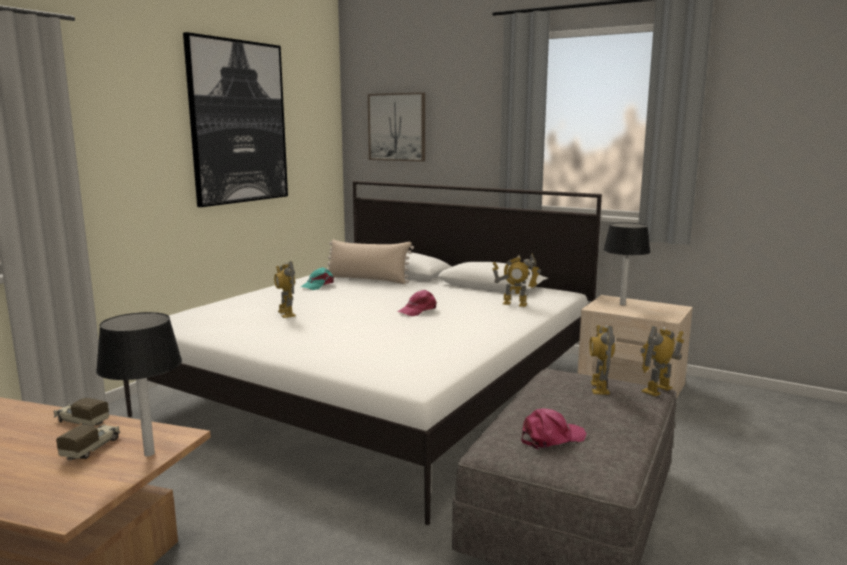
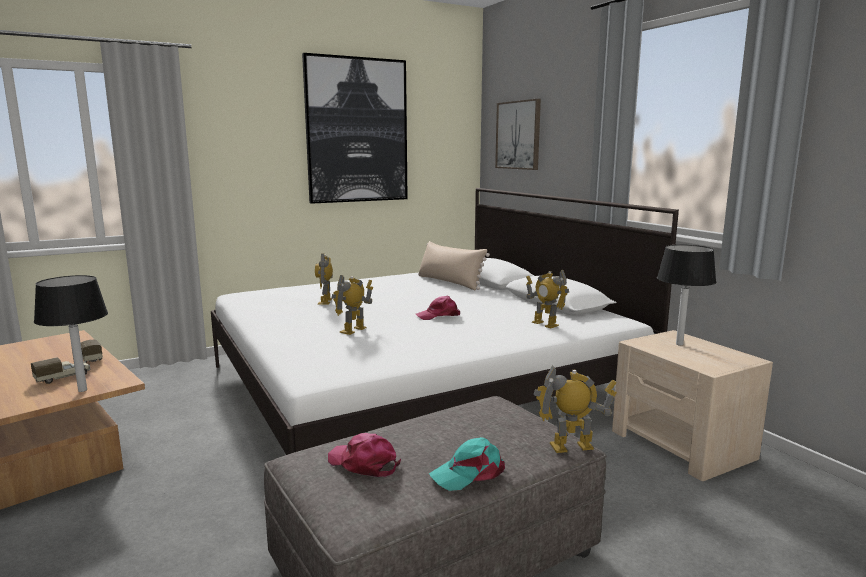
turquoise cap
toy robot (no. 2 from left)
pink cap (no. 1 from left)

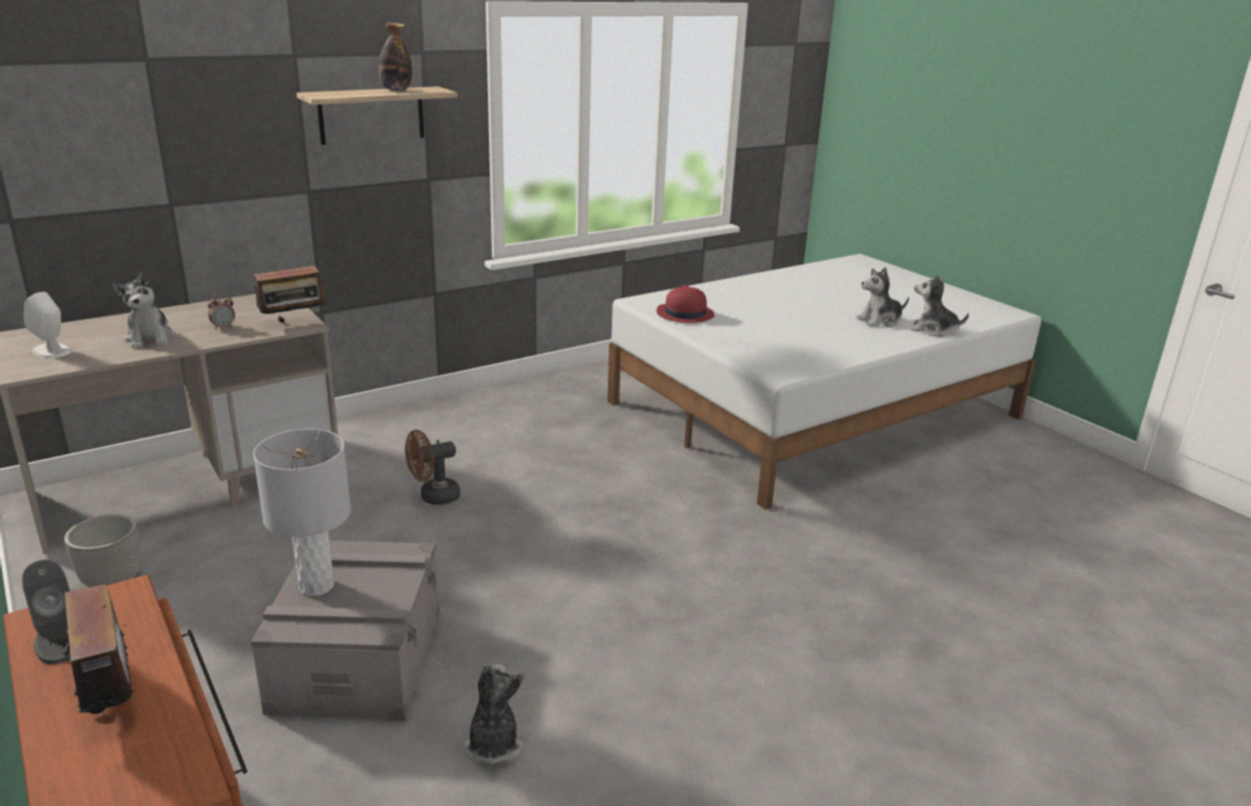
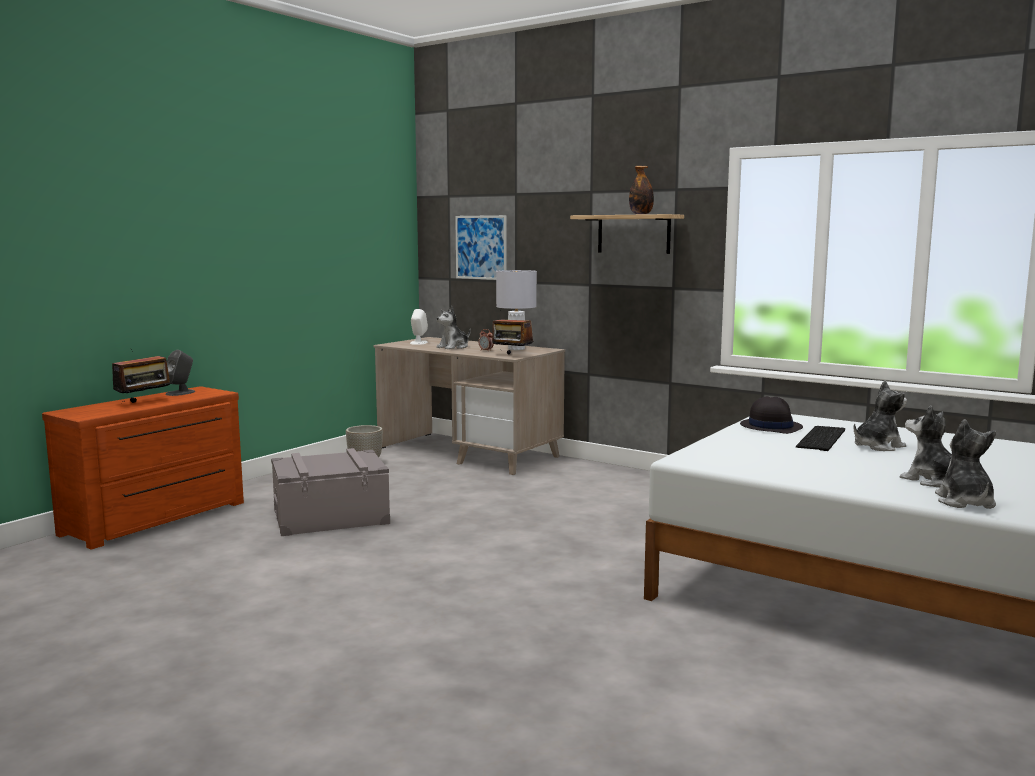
brown fan
picture
keyboard
grey table lamp
plush toy (no. 2 from left)
black hat

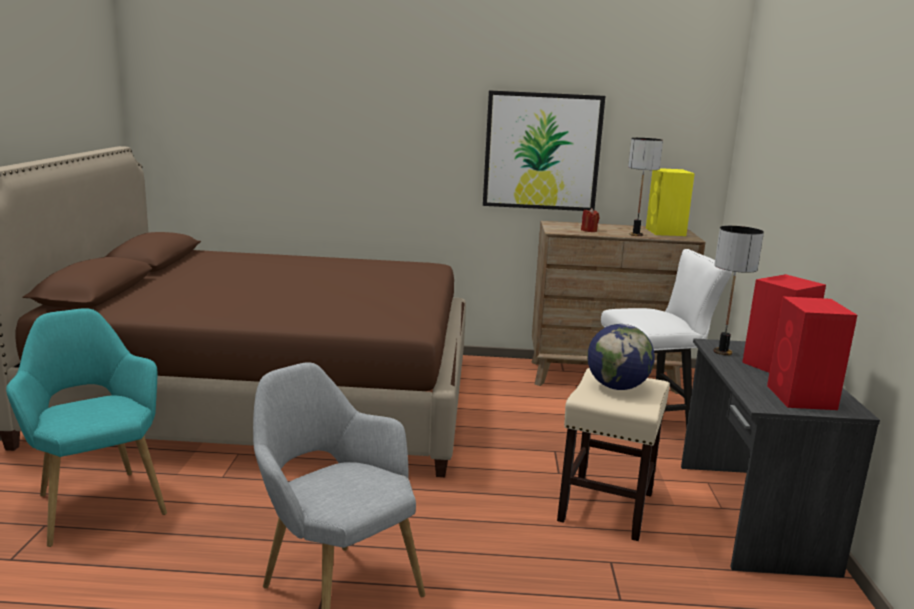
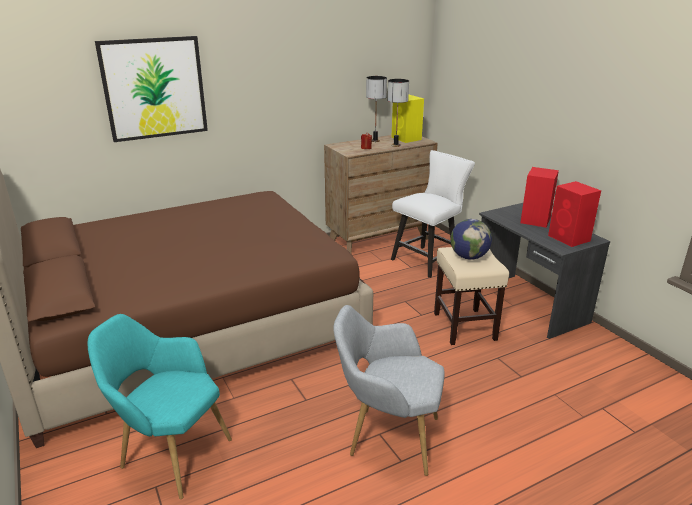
picture
table lamp (no. 1 from left)

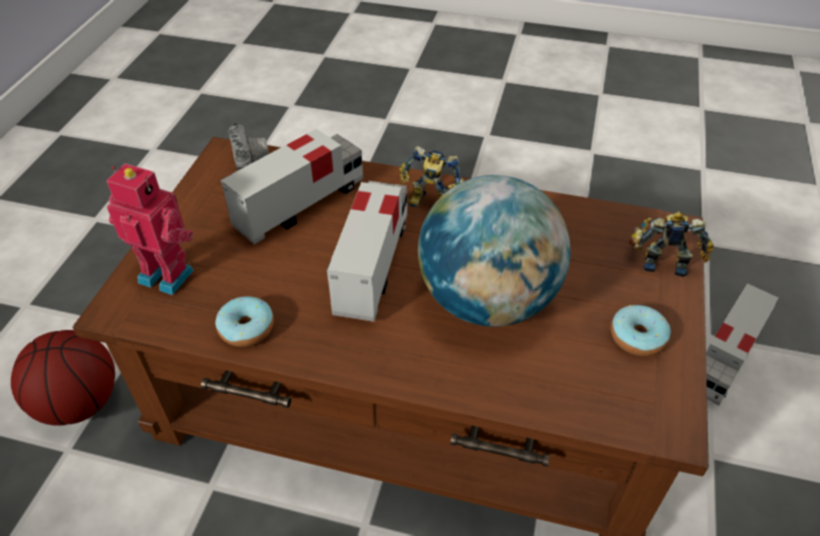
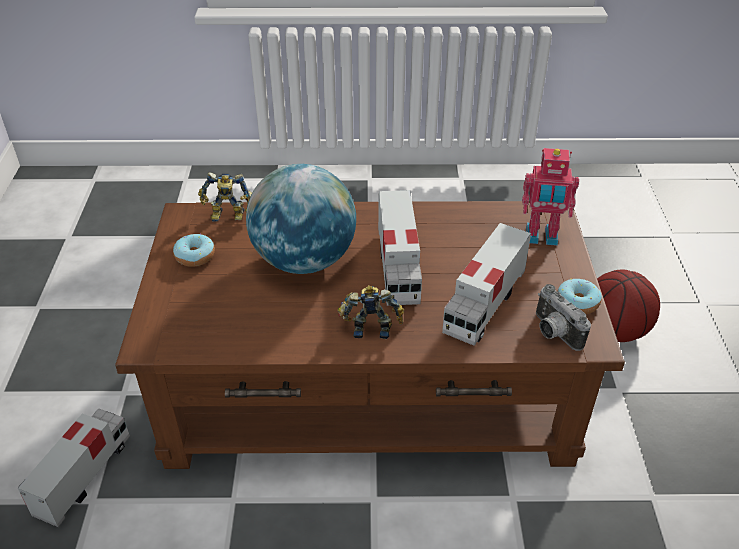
donut (no. 2 from left)
toy robot (no. 1 from left)

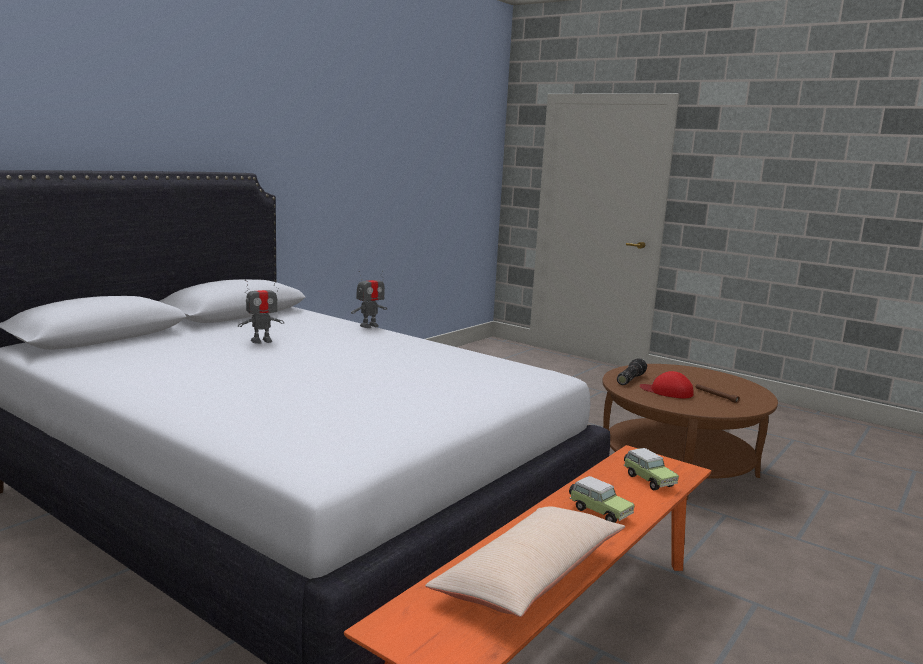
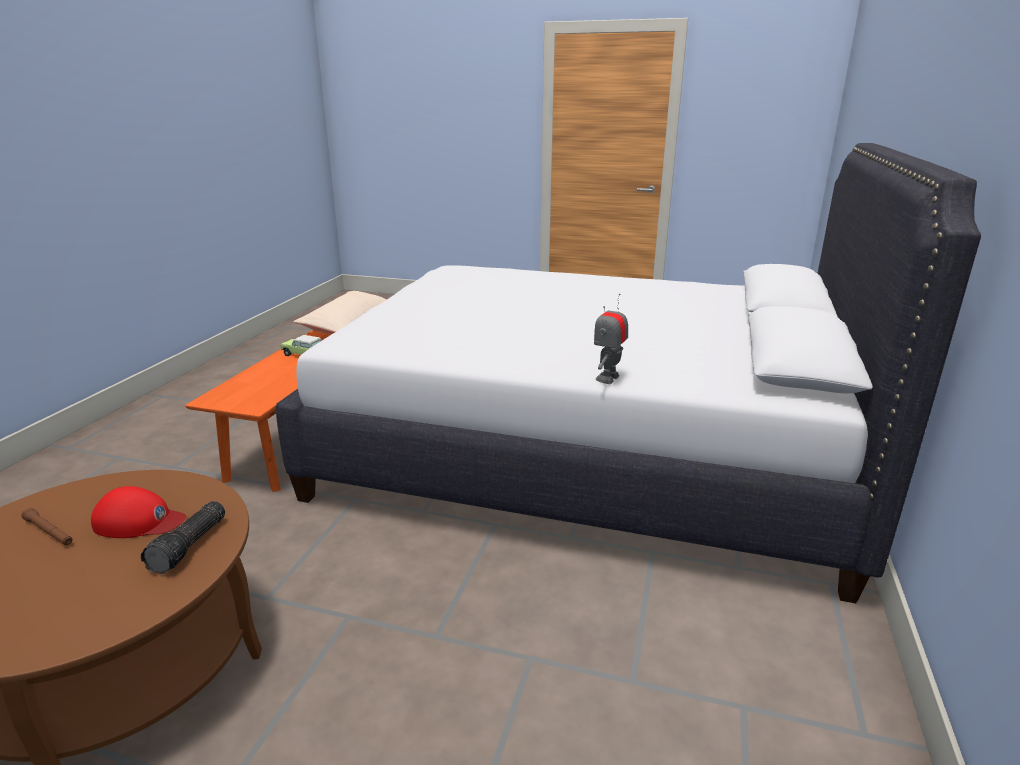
toy robot (no. 1 from left in the first image)
toy car (no. 2 from left in the first image)

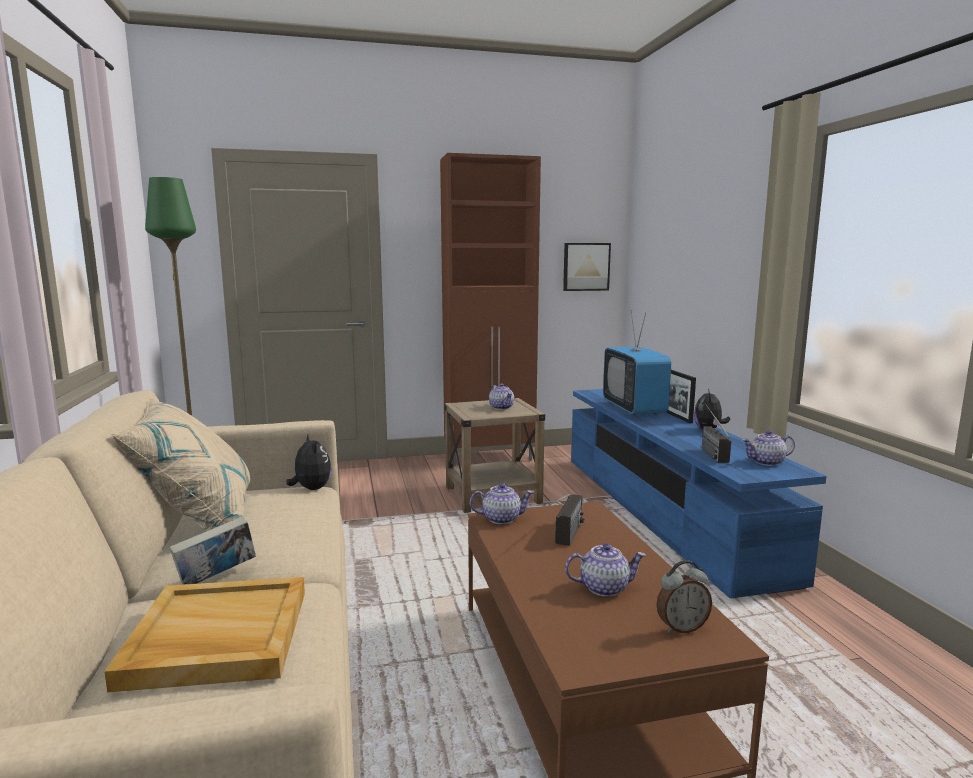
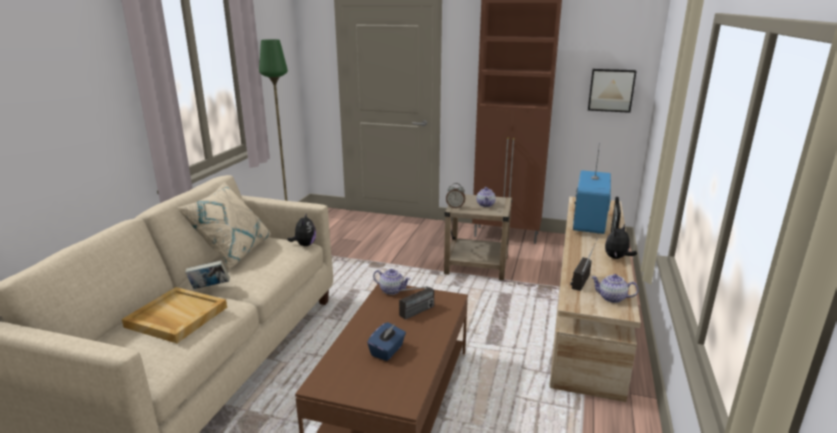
alarm clock
blue tissue box
beige tv stand

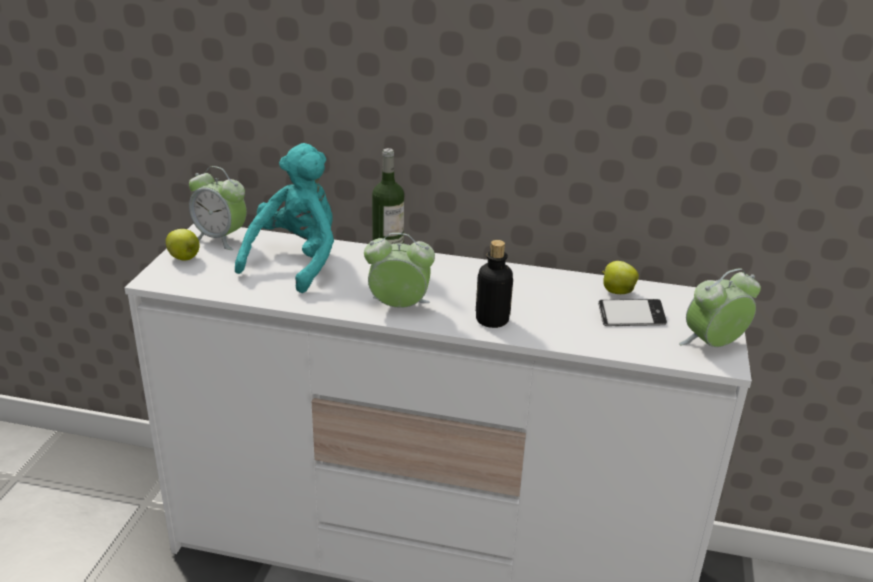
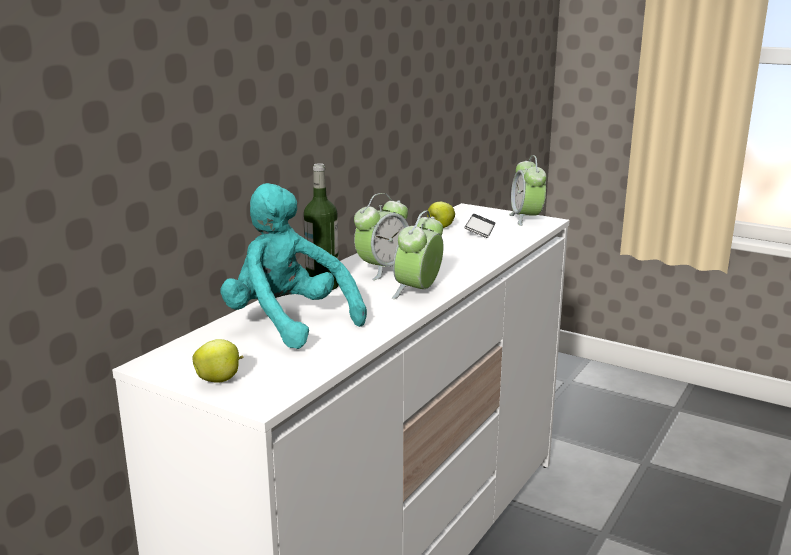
bottle (no. 2 from left in the first image)
alarm clock (no. 1 from left)

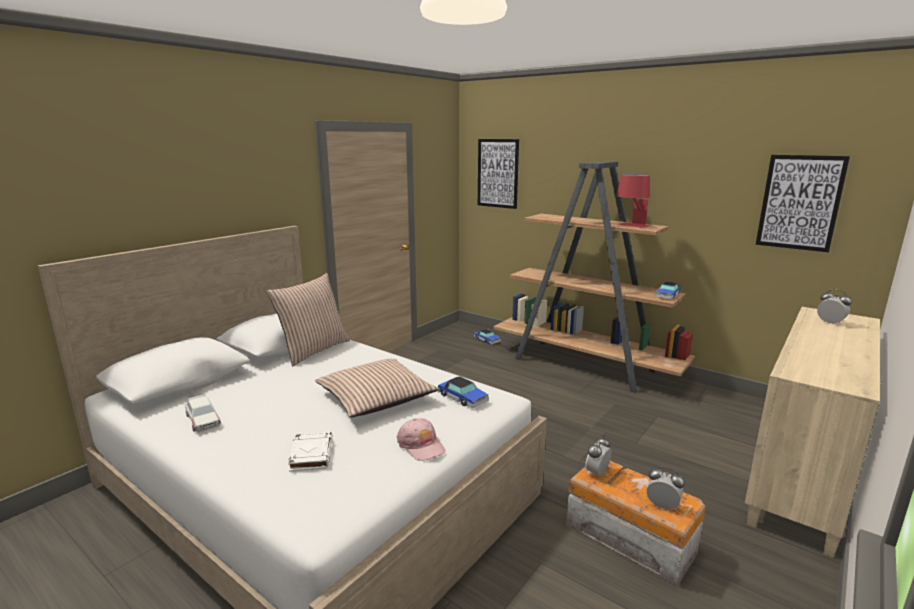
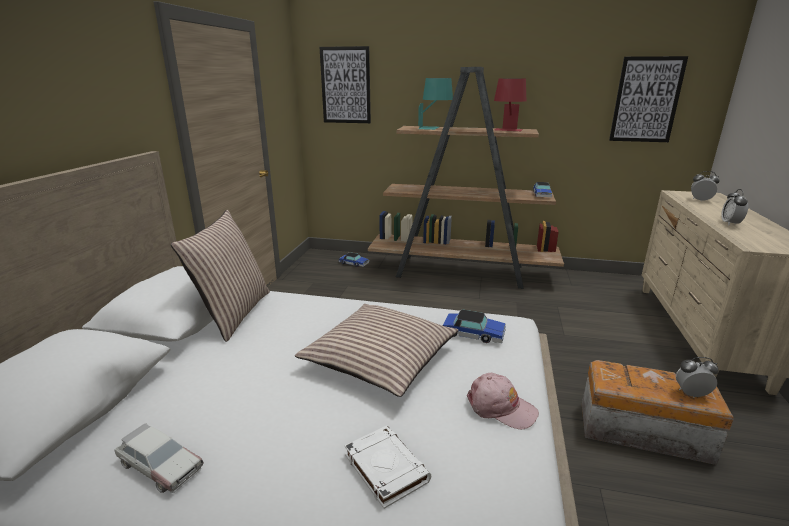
turquoise table lamp
alarm clock (no. 3 from left)

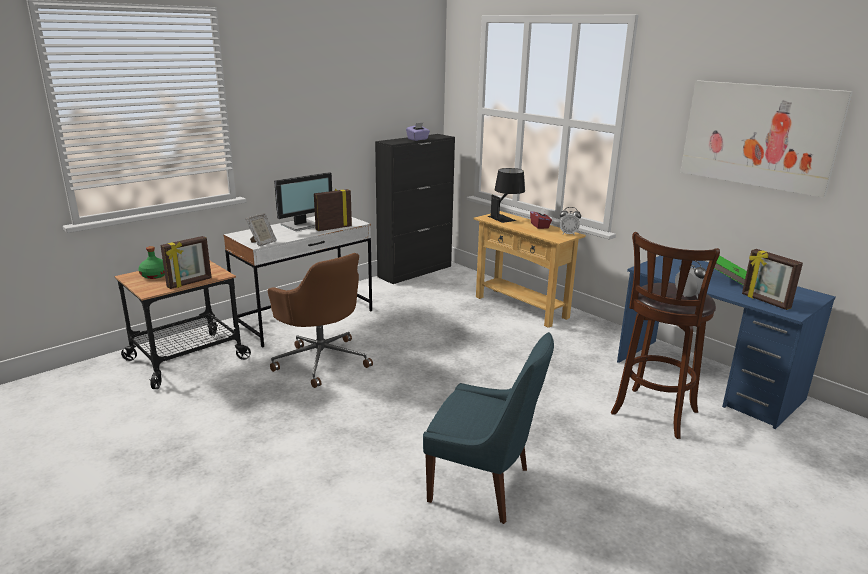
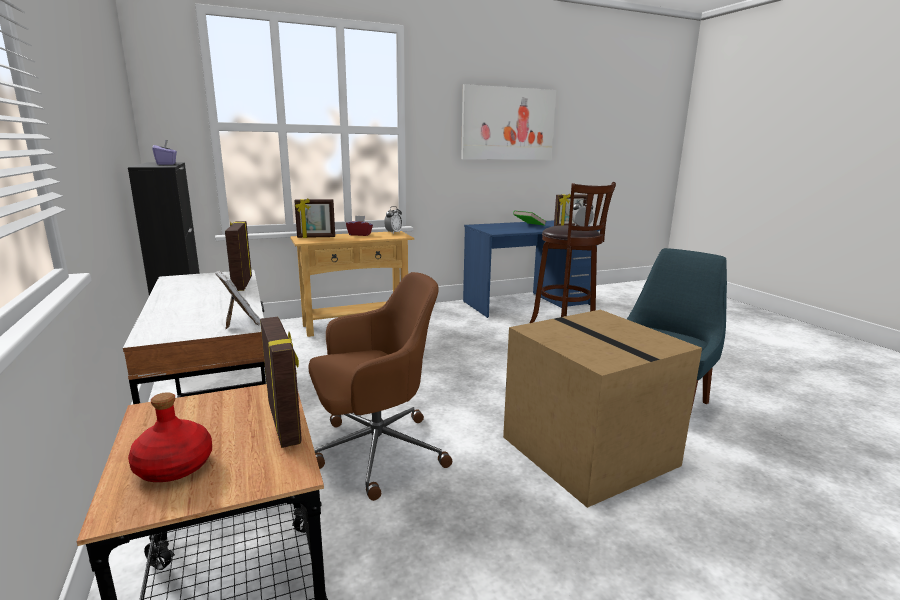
monitor
cardboard box
picture frame (no. 4 from left)
red bottle

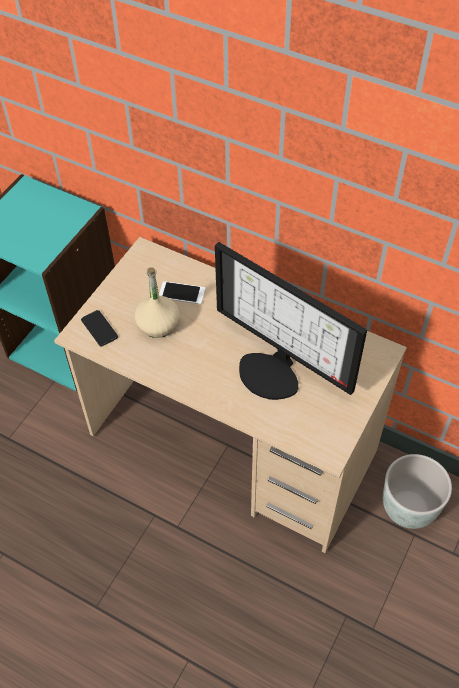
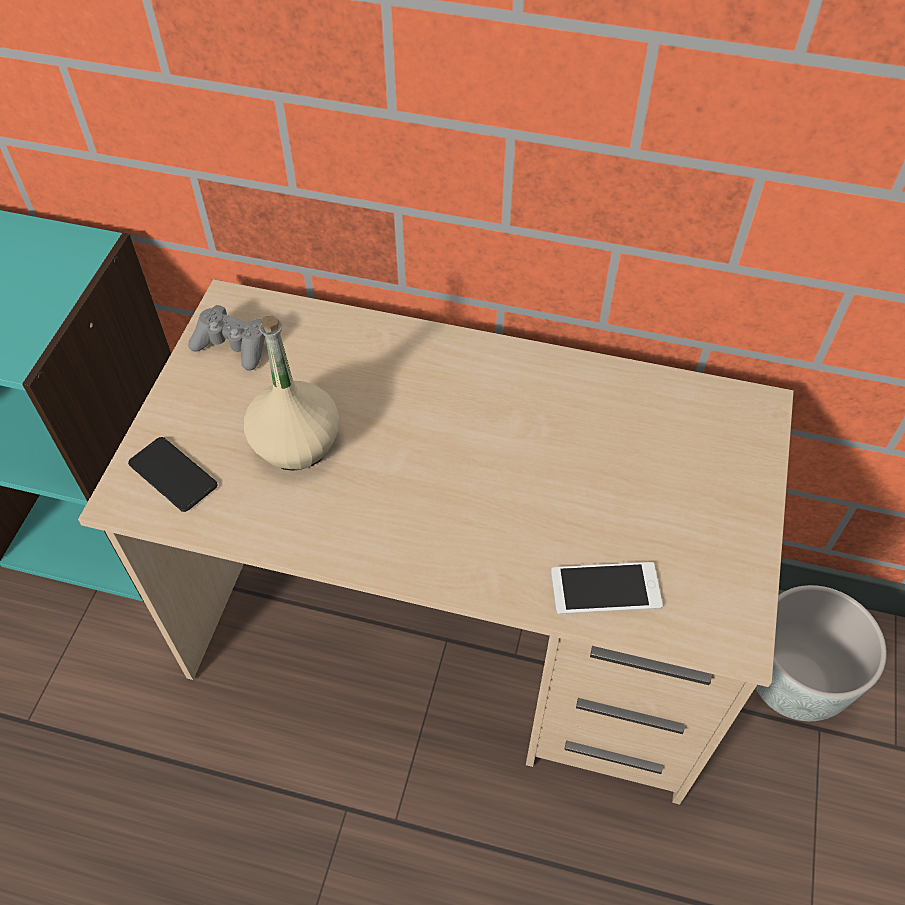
monitor
grey game controller
phone (no. 2 from left)

